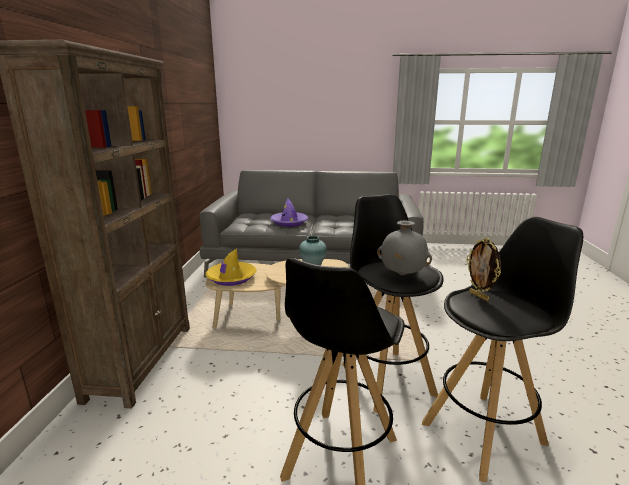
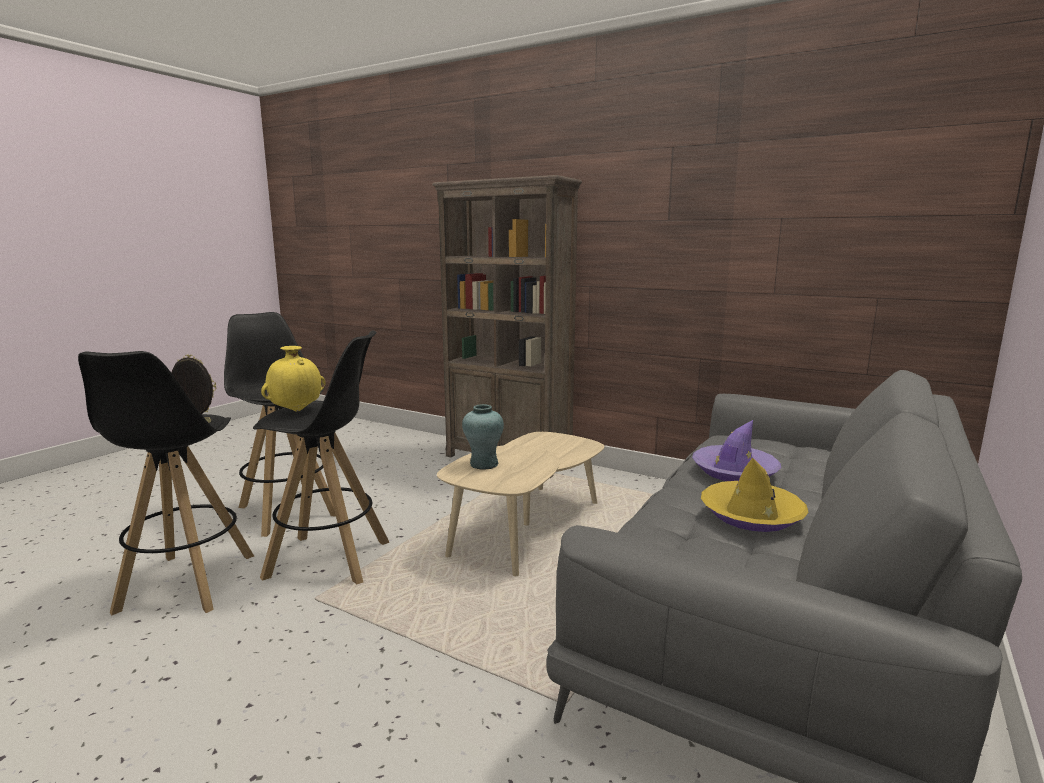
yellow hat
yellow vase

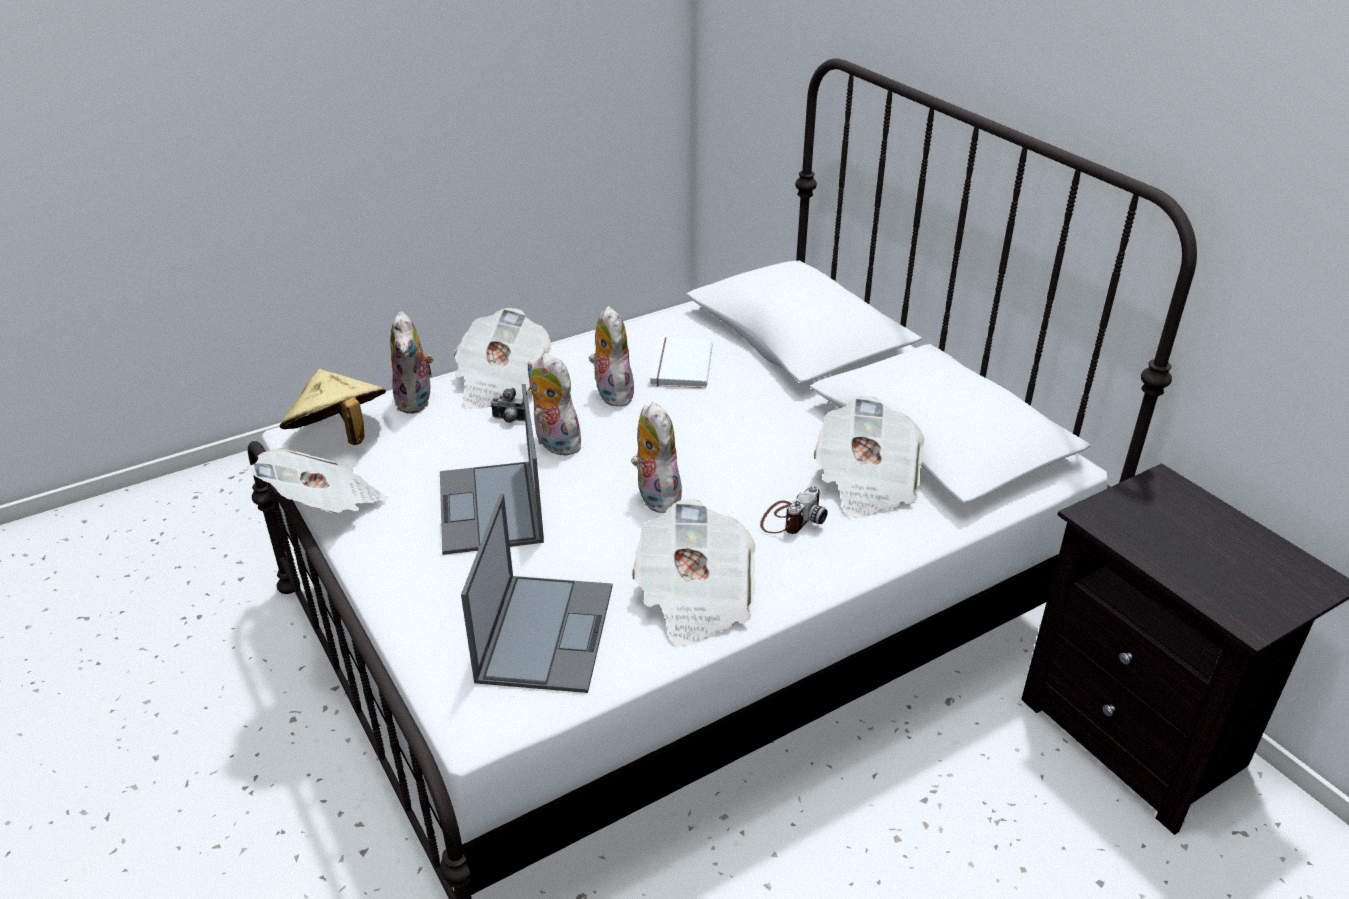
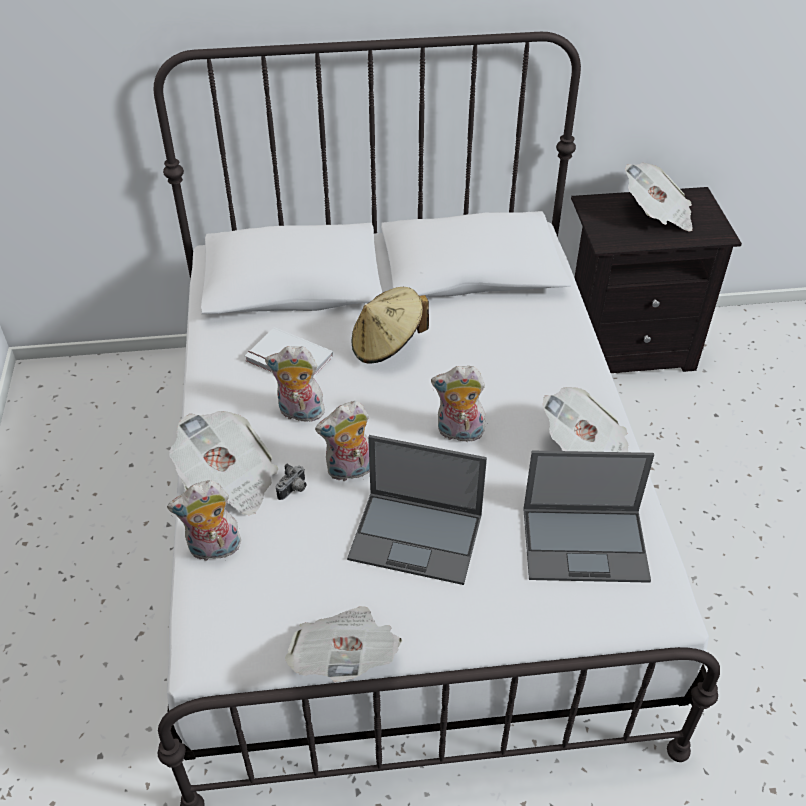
photo camera (no. 2 from left in the first image)
beige hat
newspaper (no. 4 from left)
plush toy (no. 1 from left)
laptop (no. 2 from left)

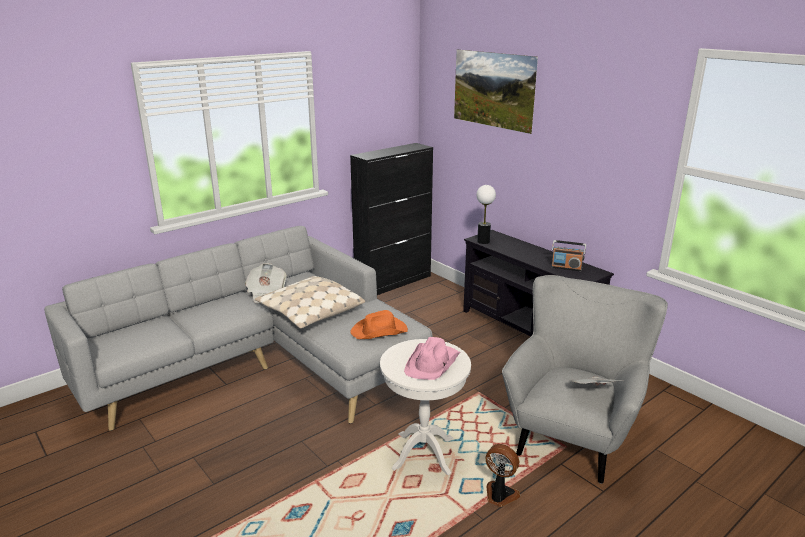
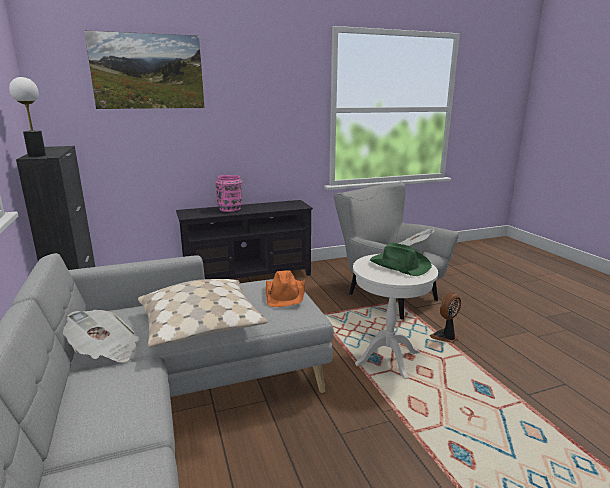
radio
pink vase
table lamp
green hat

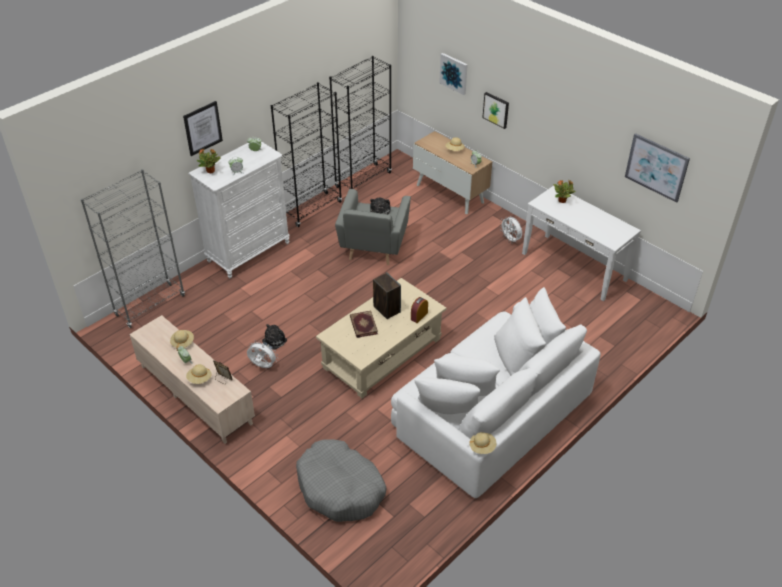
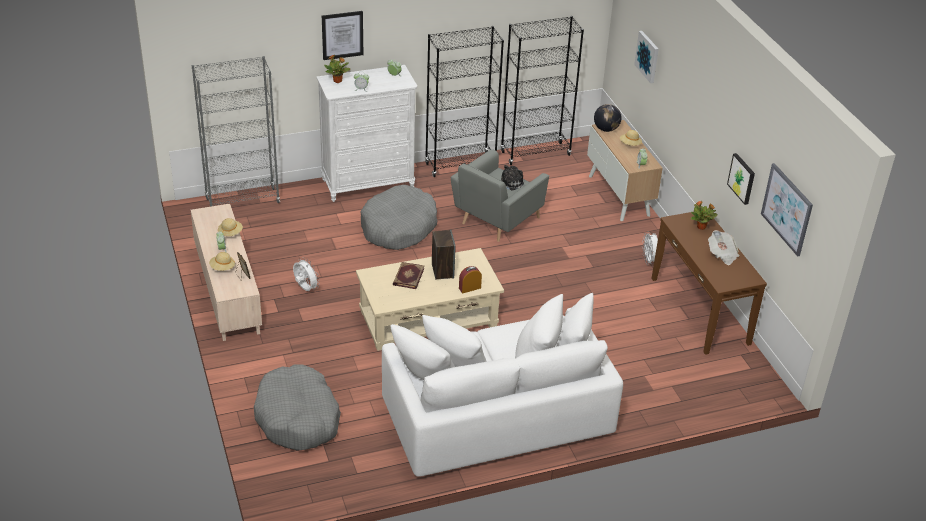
plush toy (no. 1 from left in the first image)
beige hat (no. 4 from left in the first image)
grey dog bed (no. 2 from left)
globe
newspaper
picture (no. 3 from left)
brown console table

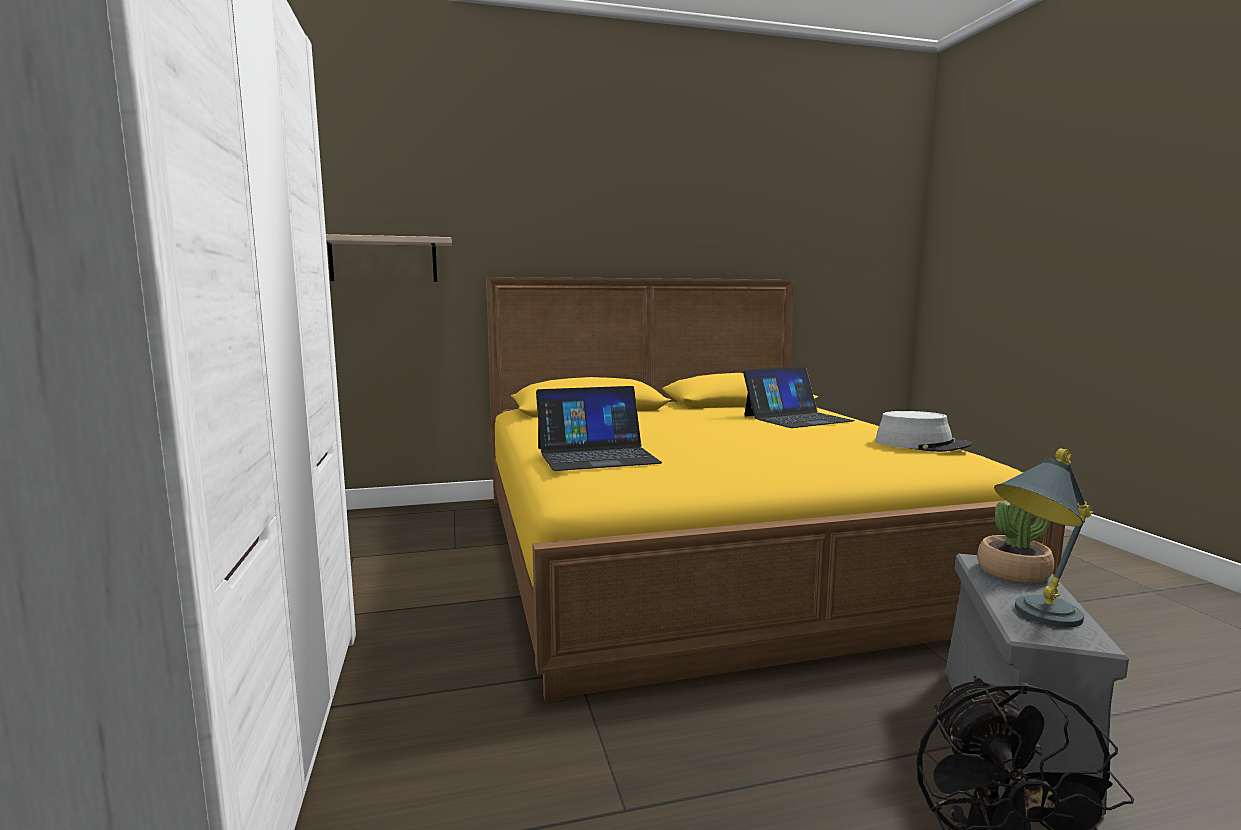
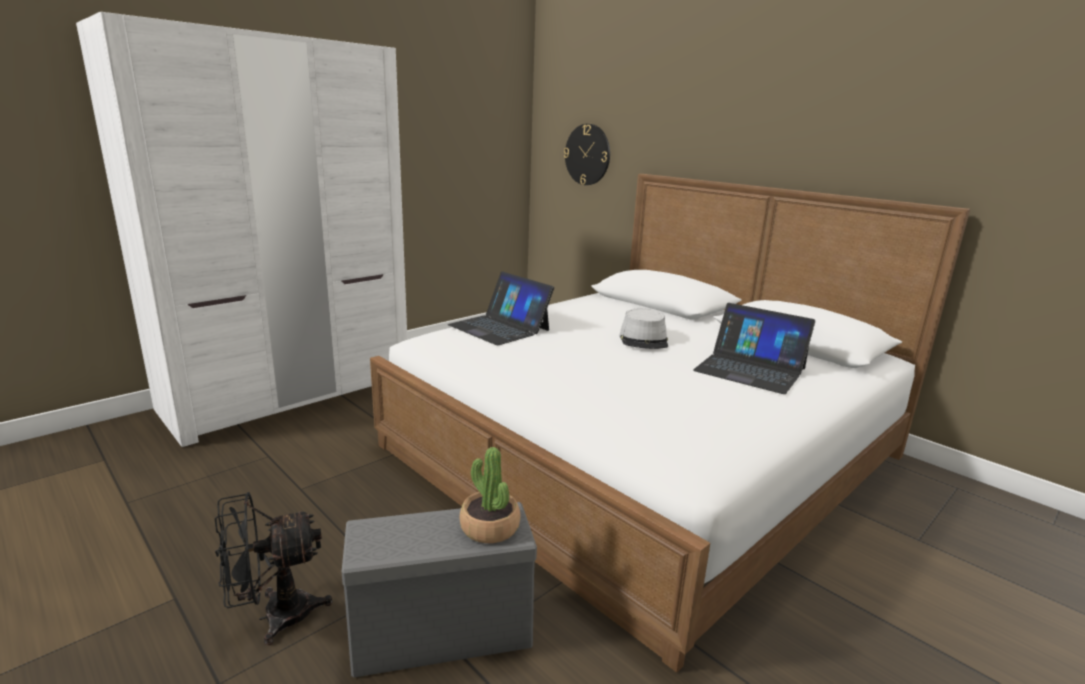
grey table lamp
grey hat
wall clock
white bed

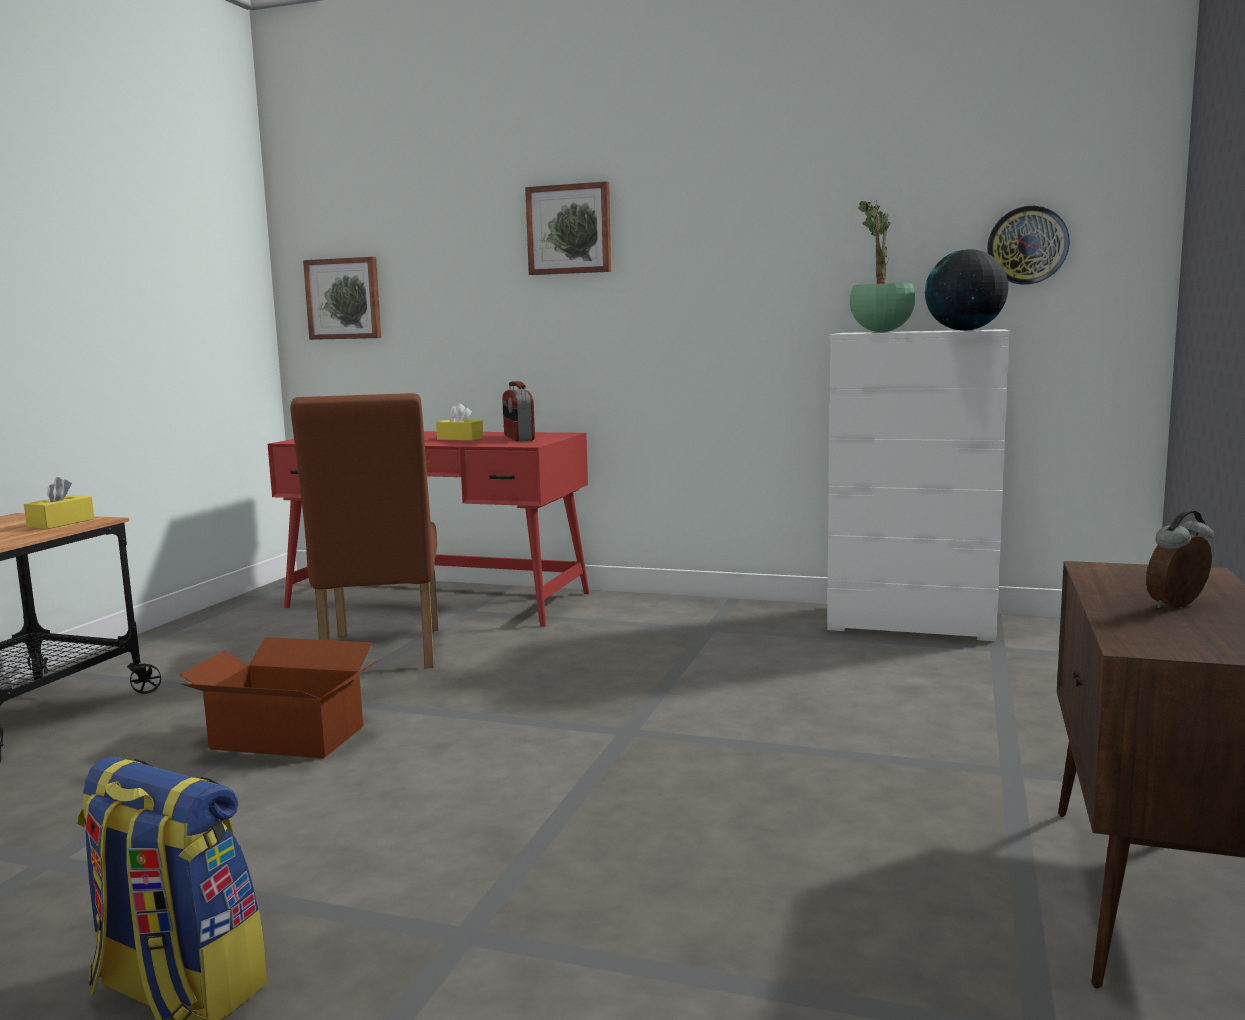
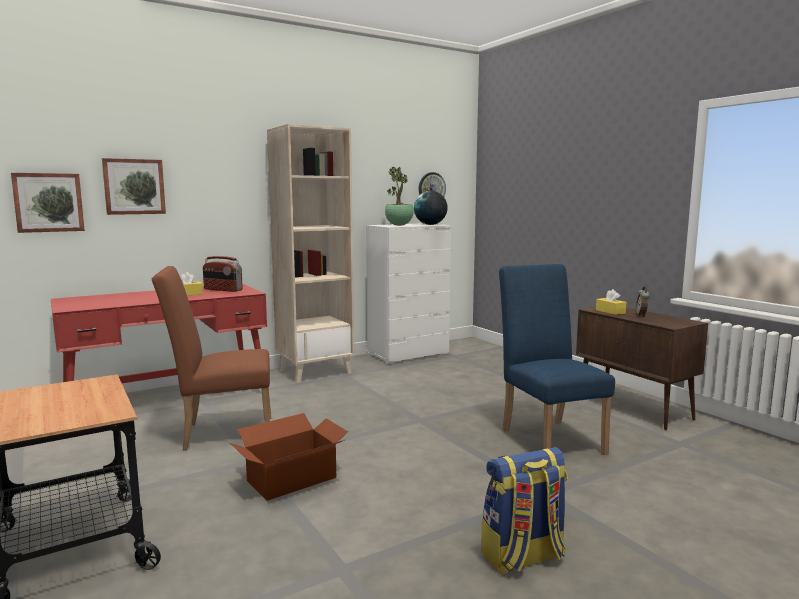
beige bookcase
blue chair
yellow tissue box (no. 2 from left)
picture (no. 2 from left)
brown chair

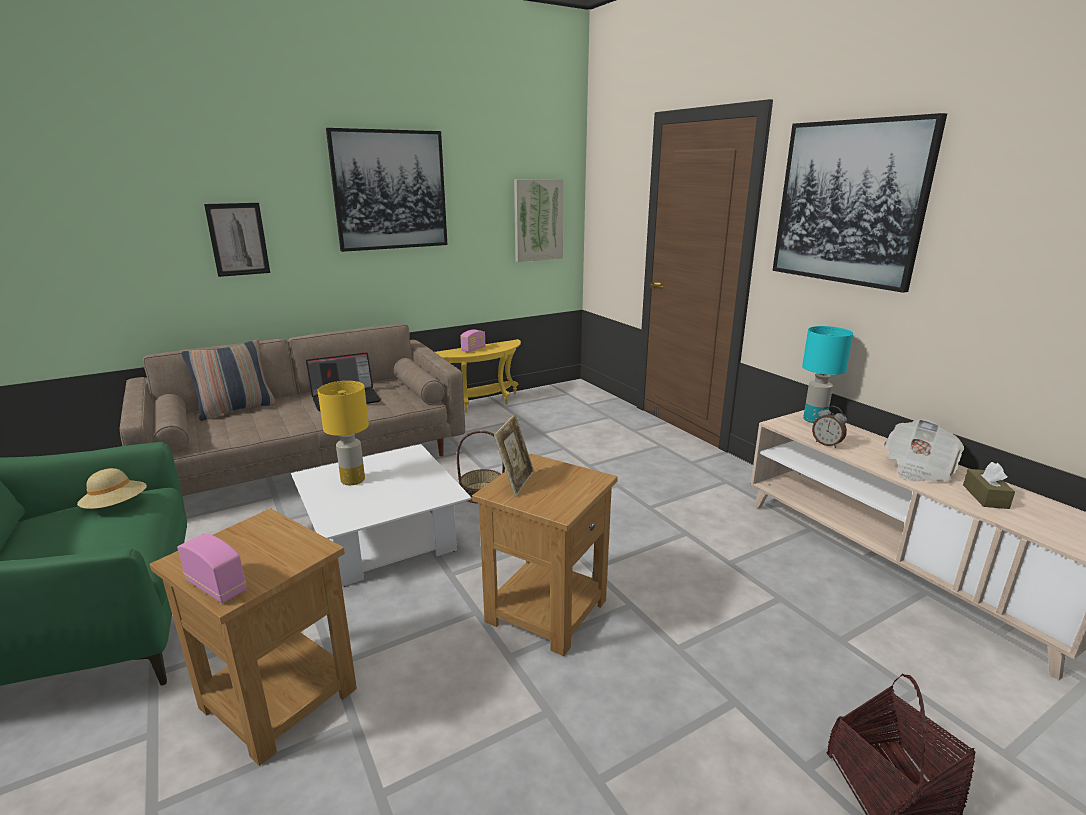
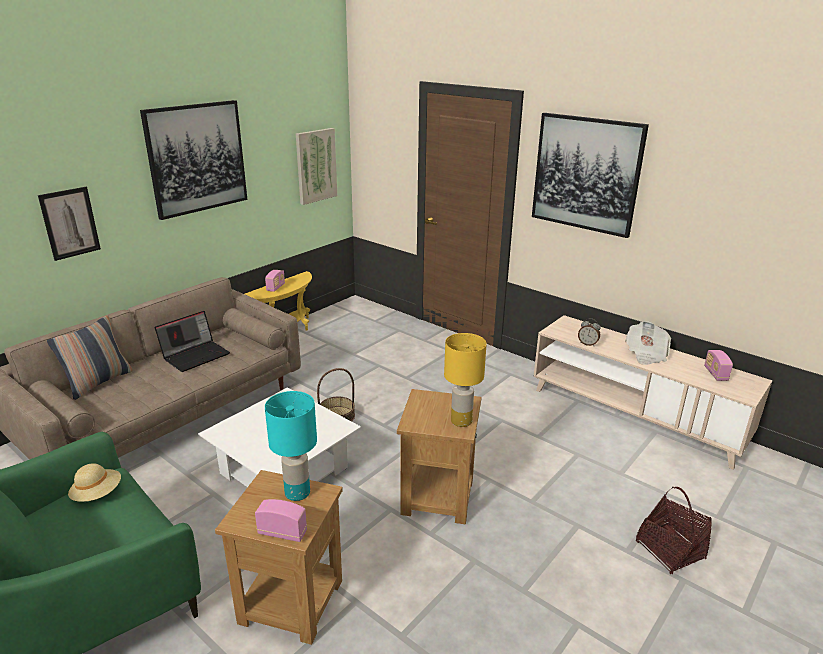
picture frame
brown tissue box
radio (no. 3 from left)
yellow table lamp
turquoise table lamp

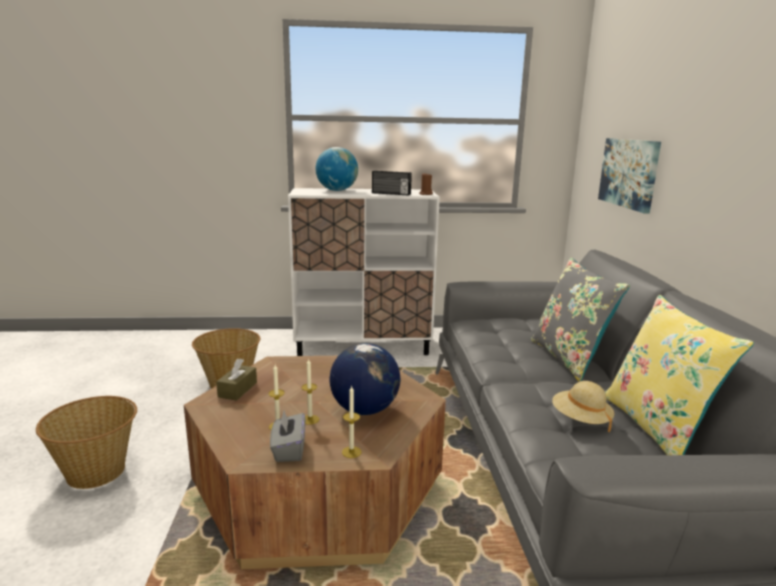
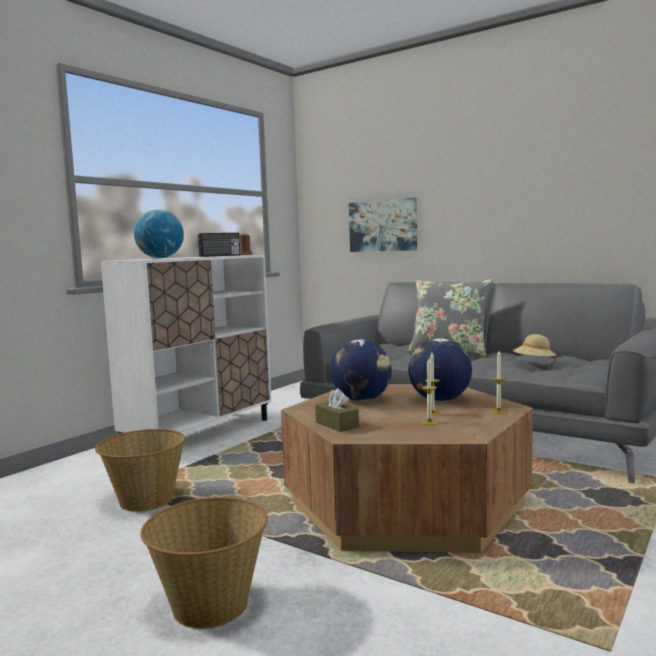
grey tissue box
yellow pillow
globe (no. 2 from left)

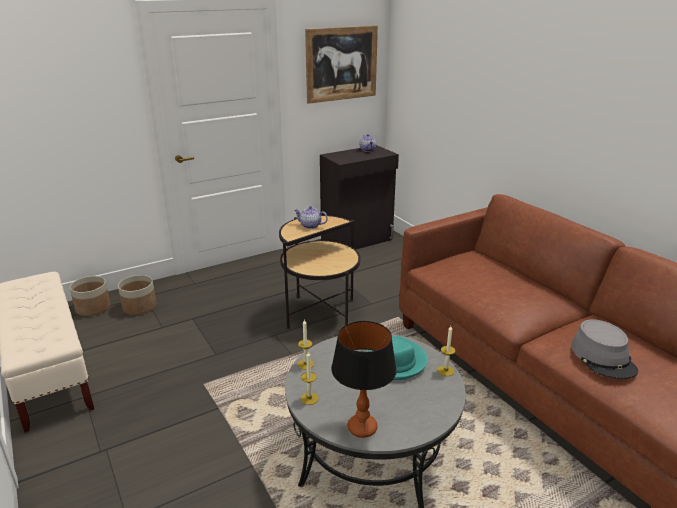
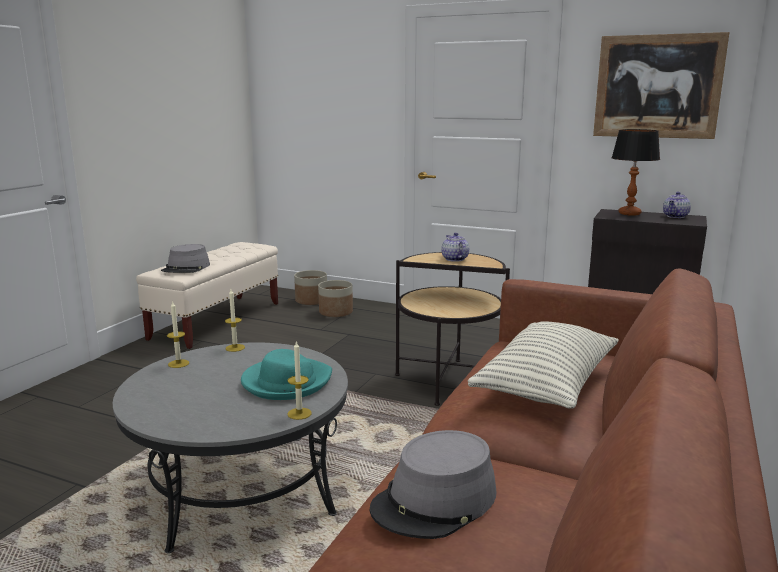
grey hat (no. 1 from left)
pillow
table lamp

